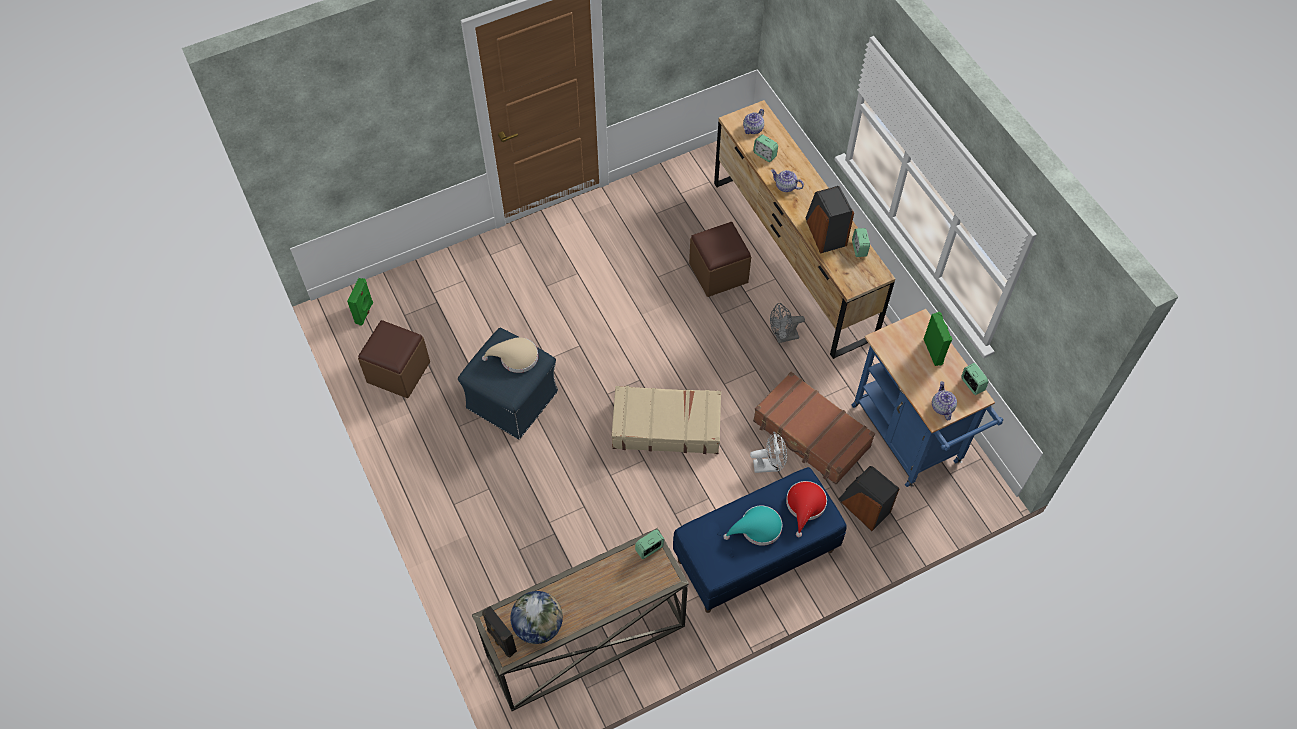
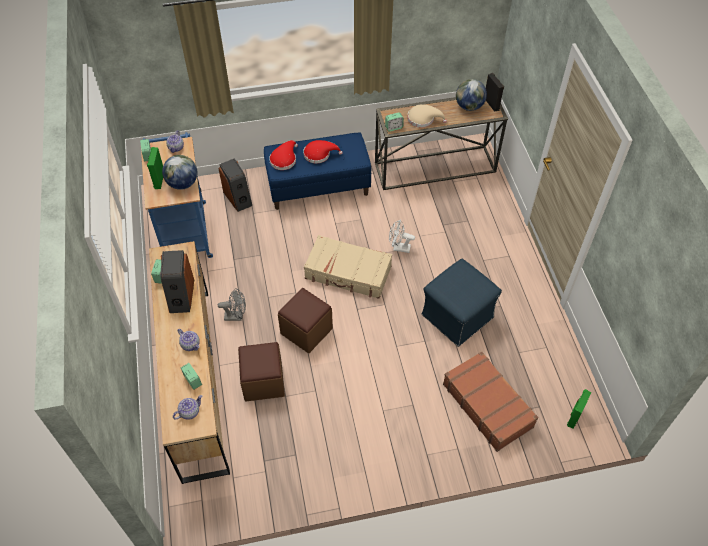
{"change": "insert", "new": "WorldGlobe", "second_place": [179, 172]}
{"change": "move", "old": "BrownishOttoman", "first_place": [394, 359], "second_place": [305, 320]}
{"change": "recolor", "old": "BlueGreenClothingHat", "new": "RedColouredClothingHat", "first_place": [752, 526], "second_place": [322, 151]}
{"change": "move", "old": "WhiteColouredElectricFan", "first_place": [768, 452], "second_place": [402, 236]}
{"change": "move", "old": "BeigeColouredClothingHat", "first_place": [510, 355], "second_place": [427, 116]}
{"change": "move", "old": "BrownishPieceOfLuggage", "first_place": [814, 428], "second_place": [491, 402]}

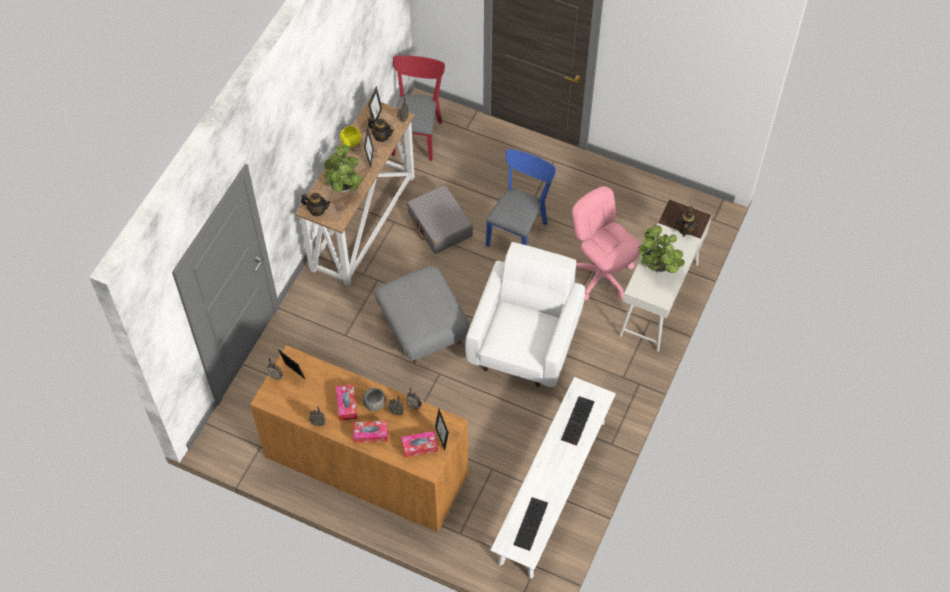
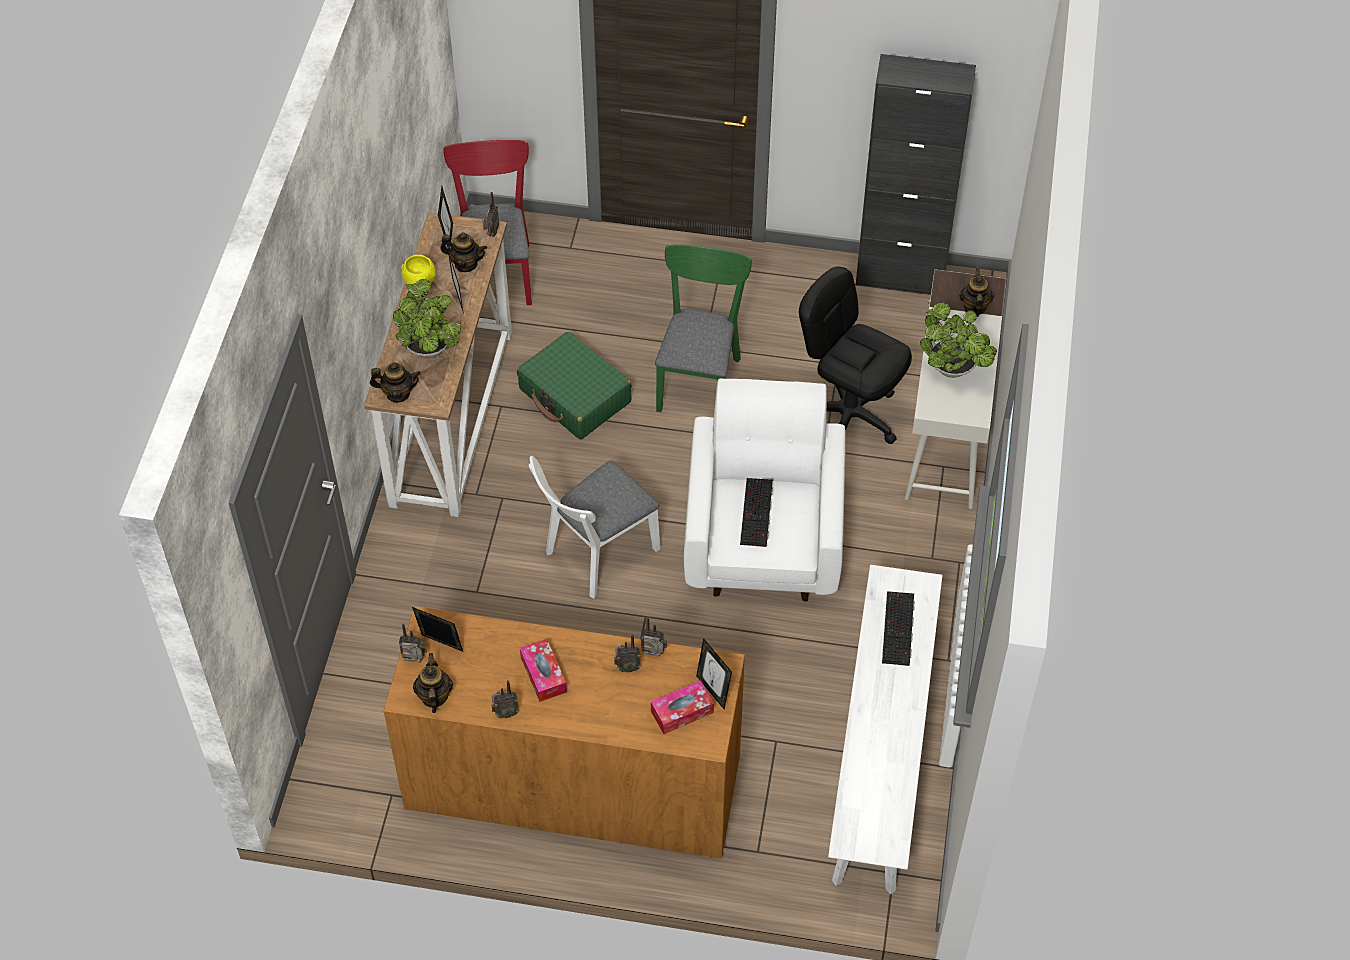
{"change": "insert", "new": "TeaPot", "second_place": [433, 683]}
{"change": "recolor", "old": "GreyishPieceOfLuggage", "new": "GreenishPieceOfLuggage", "first_place": [440, 219], "second_place": [574, 386]}
{"change": "replace", "old": "GreyishOttoman", "new": "WhiteColouredChair", "first_place": [422, 315], "second_place": [594, 527]}
{"change": "recolor", "old": "BlueColouredChair", "new": "GreenishChair", "first_place": [521, 198], "second_place": [703, 328]}
{"change": "move", "old": "PcKeyboard", "first_place": [530, 524], "second_place": [756, 512]}
{"change": "recolor", "old": "PinkColouredDeskChair", "new": "BlackColouredDeskChair", "first_place": [606, 243], "second_place": [855, 355]}
{"change": "insert", "new": "BlackColouredCupboard", "second_place": [916, 174]}
{"change": "delete", "old": "TissueBox", "first_place": [370, 432]}
{"change": "delete", "old": "GreyishBowl", "first_place": [374, 399]}

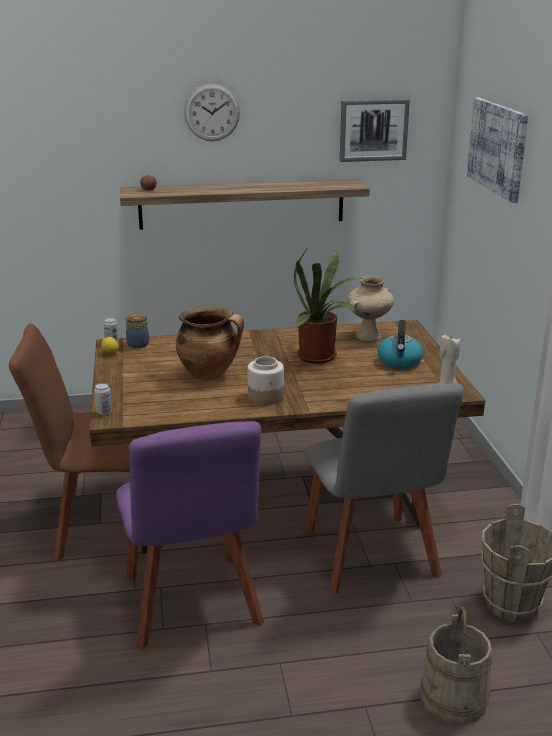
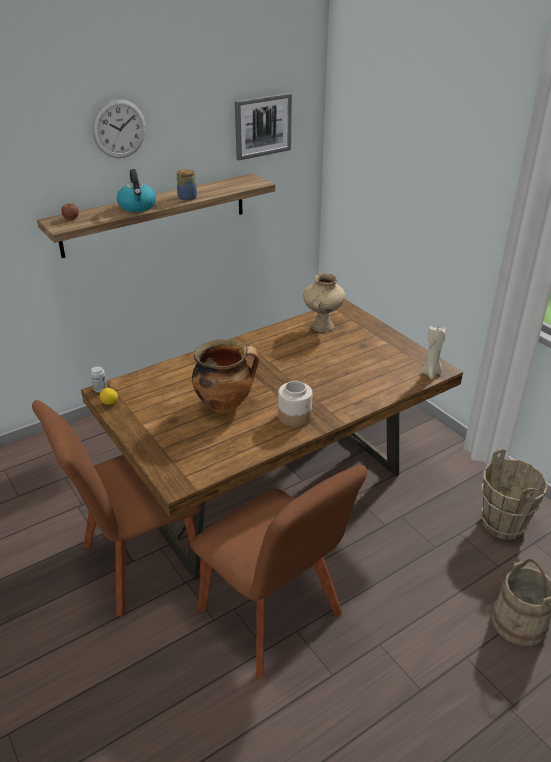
{"change": "move", "old": "WaterKettle", "first_place": [400, 344], "second_place": [136, 190]}
{"change": "move", "old": "StorageJar", "first_place": [137, 330], "second_place": [187, 184]}
{"change": "recolor", "old": "PurpleColouredChair", "new": "BrownishChair", "first_place": [190, 535], "second_place": [278, 572]}
{"change": "delete", "old": "MetalCan", "first_place": [103, 399]}
{"change": "delete", "old": "Houseplant", "first_place": [330, 305]}
{"change": "delete", "old": "GreyishChair", "first_place": [384, 489]}
{"change": "delete", "old": "WallPicture", "first_place": [497, 150]}

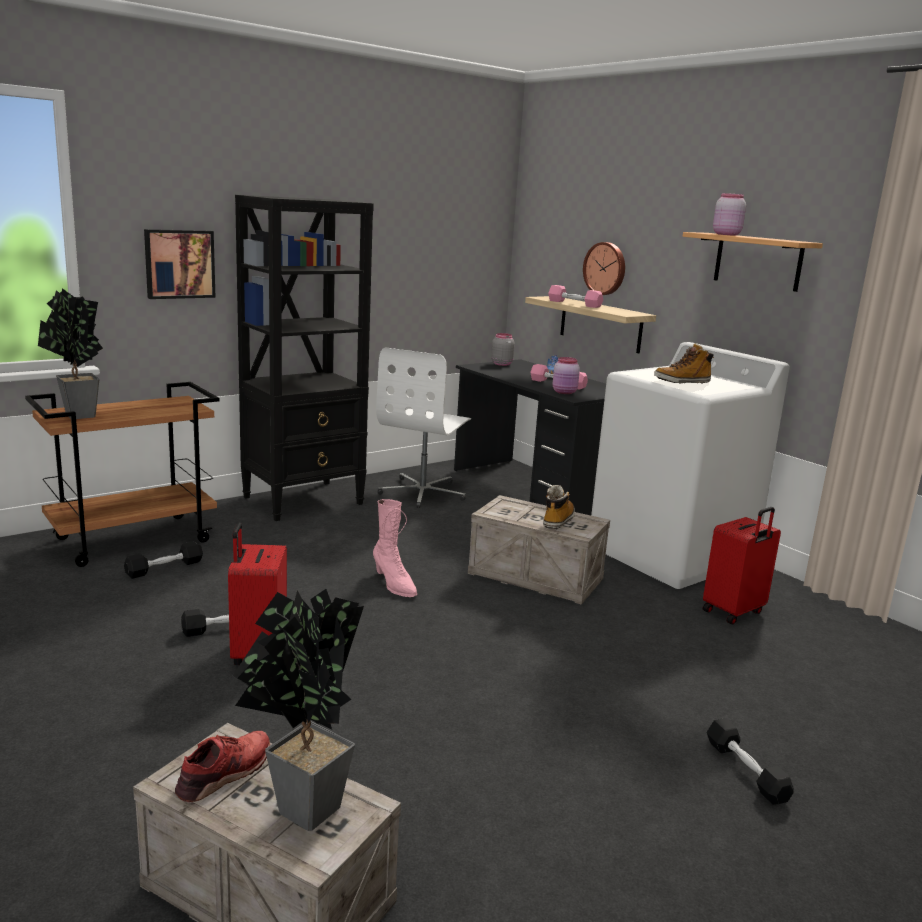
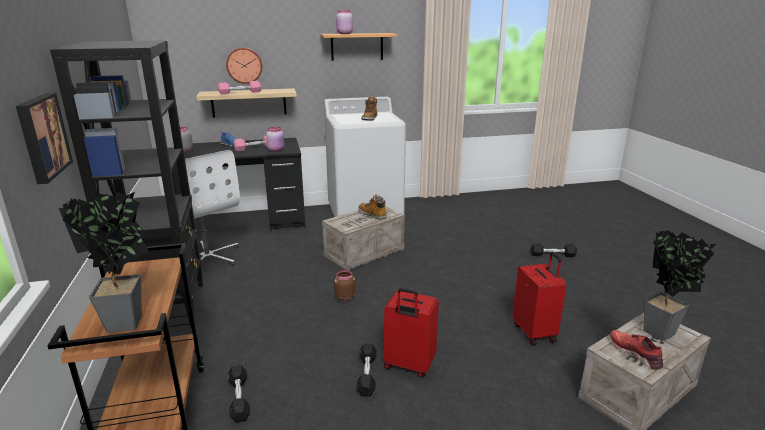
{"change": "replace", "old": "PinkColouredBoot", "new": "BrownishStorageJar", "first_place": [395, 548], "second_place": [344, 286]}
{"change": "move", "old": "RedColouredPieceOfLuggage", "first_place": [742, 565], "second_place": [539, 299]}

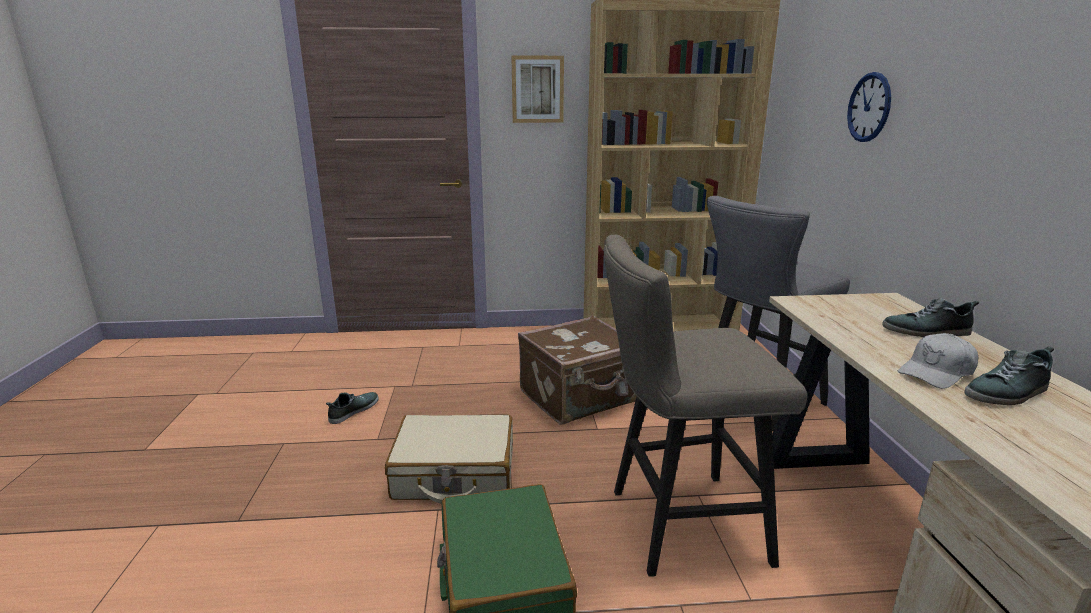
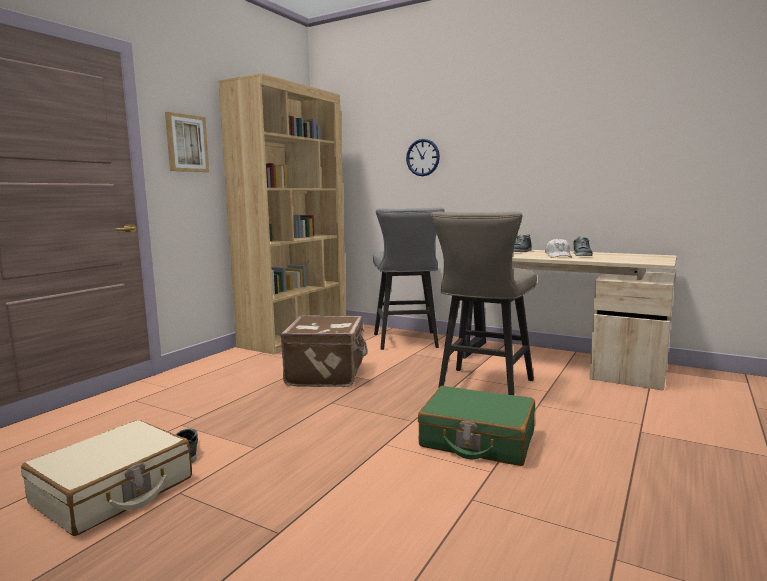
{"change": "move", "old": "BeigeColouredPieceOfLuggage", "first_place": [449, 459], "second_place": [106, 478]}

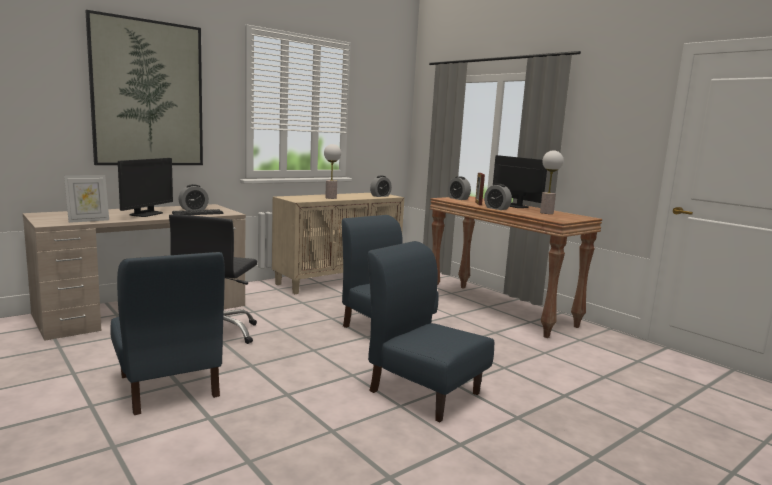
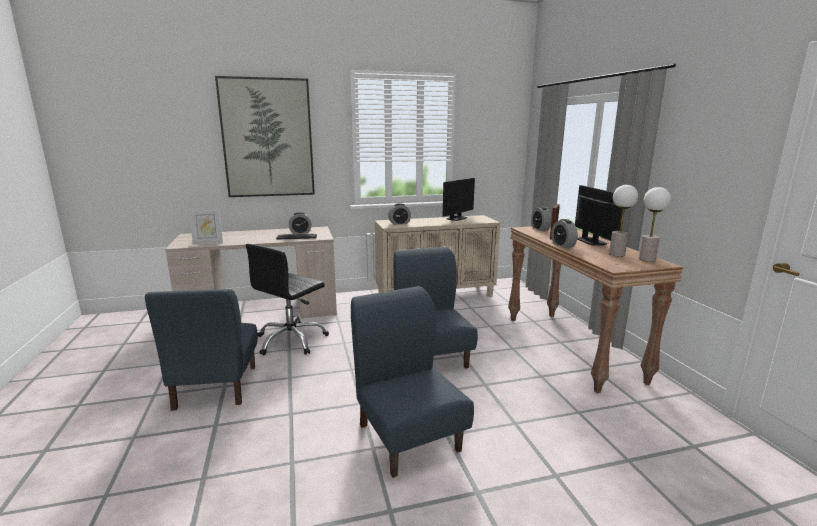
{"change": "move", "old": "TableClock", "first_place": [381, 186], "second_place": [399, 214]}
{"change": "move", "old": "Monitor", "first_place": [145, 187], "second_place": [459, 199]}
{"change": "move", "old": "TabletopLamp", "first_place": [332, 171], "second_place": [655, 224]}

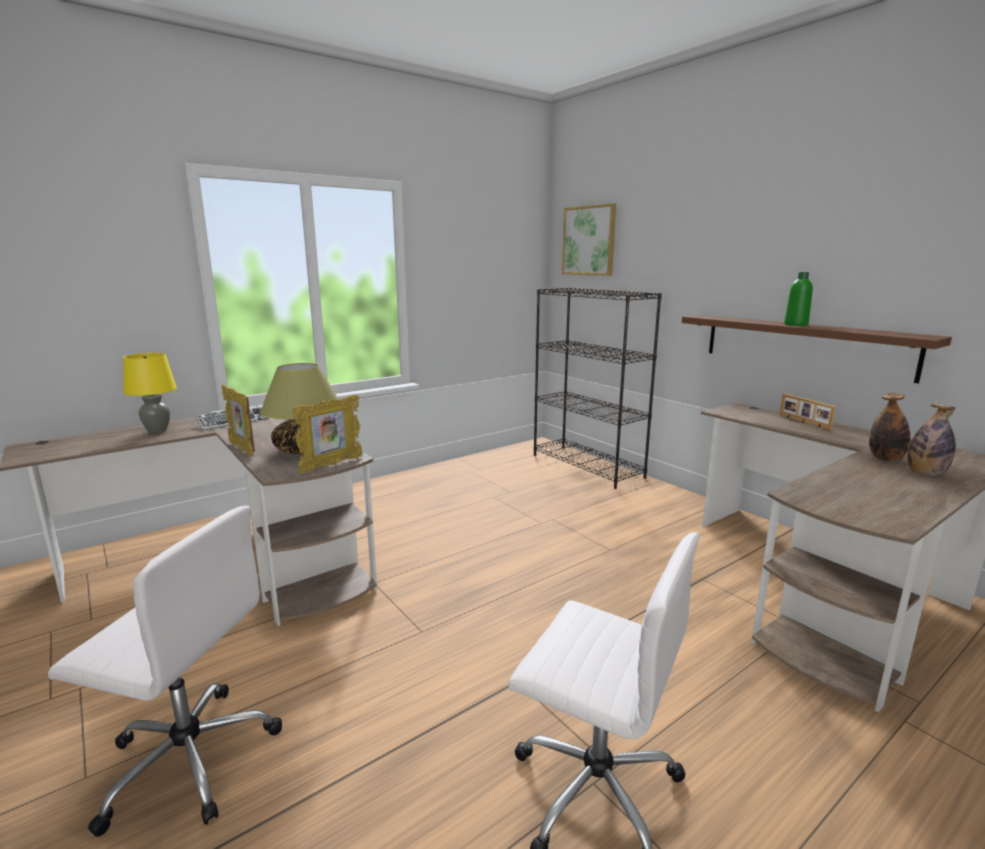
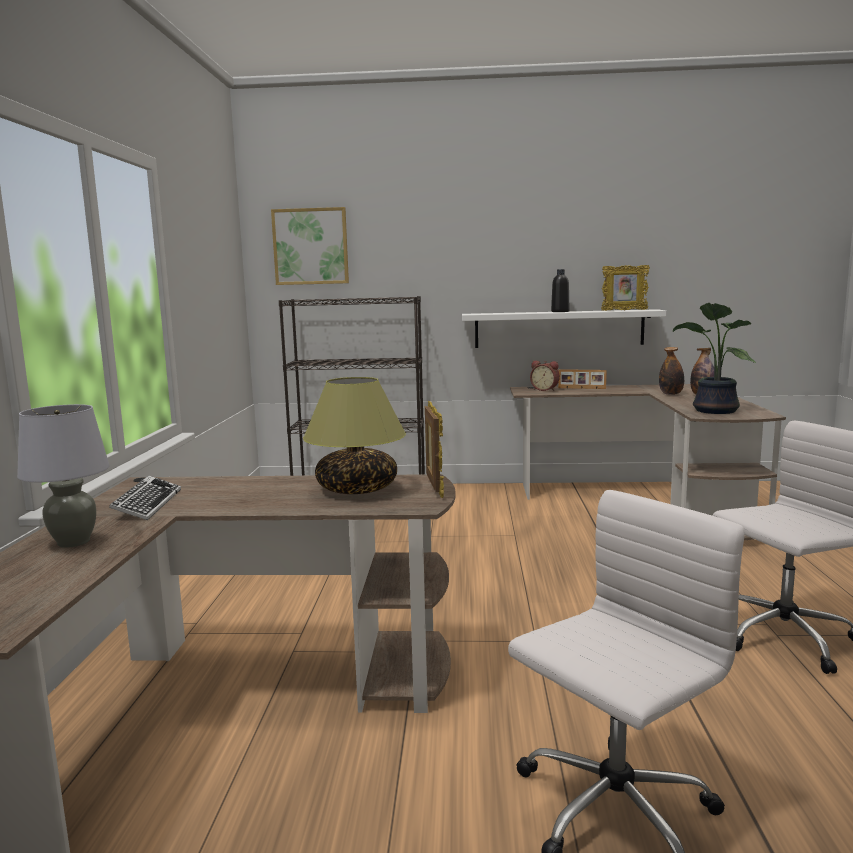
{"change": "recolor", "old": "YellowColouredTabletopLamp", "new": "GreyishTabletopLamp", "first_place": [150, 393], "second_place": [63, 476]}
{"change": "recolor", "old": "BrownishWallShelf", "new": "WhiteColouredWallShelf", "first_place": [817, 349], "second_place": [564, 328]}
{"change": "insert", "new": "TableClock", "second_place": [545, 376]}
{"change": "recolor", "old": "GreenishBottle", "new": "BlackColouredBottle", "first_place": [798, 299], "second_place": [560, 290]}
{"change": "move", "old": "StandingFrame", "first_place": [238, 420], "second_place": [625, 288]}
{"change": "insert", "new": "Houseplant", "second_place": [714, 358]}

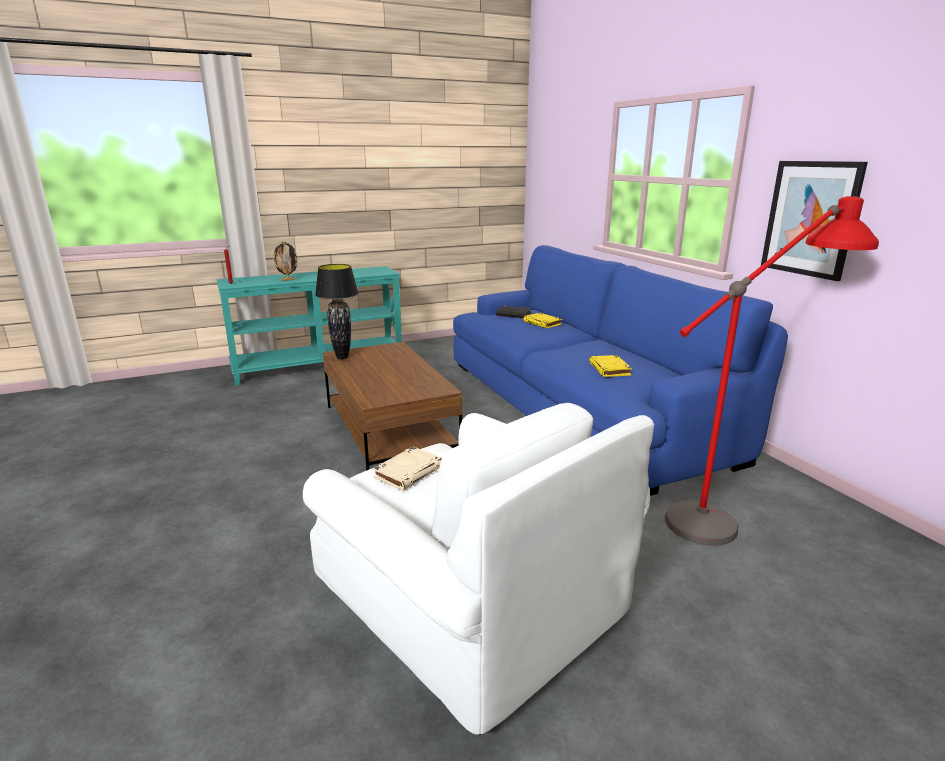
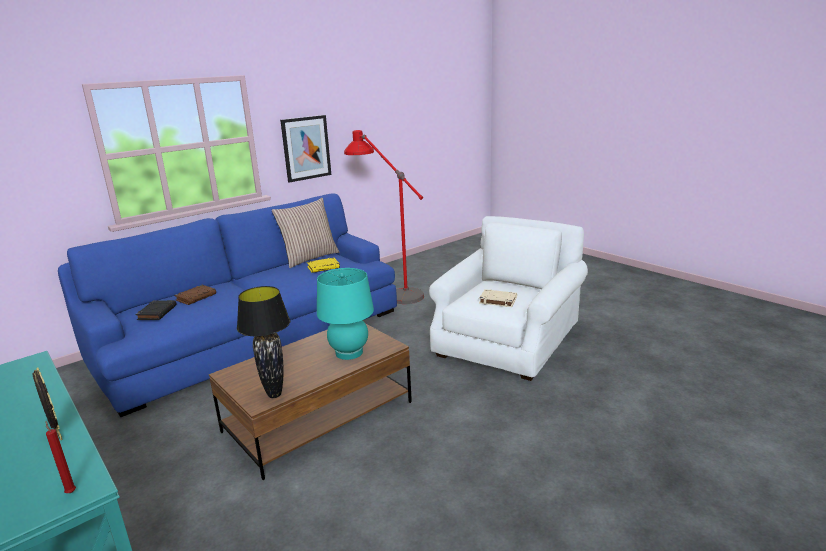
{"change": "recolor", "old": "YellowColouredBoundBook", "new": "BrownishBoundBook", "first_place": [542, 320], "second_place": [195, 295]}
{"change": "insert", "new": "Pillow", "second_place": [305, 233]}
{"change": "insert", "new": "BlueGreenTabletopLamp", "second_place": [345, 314]}

